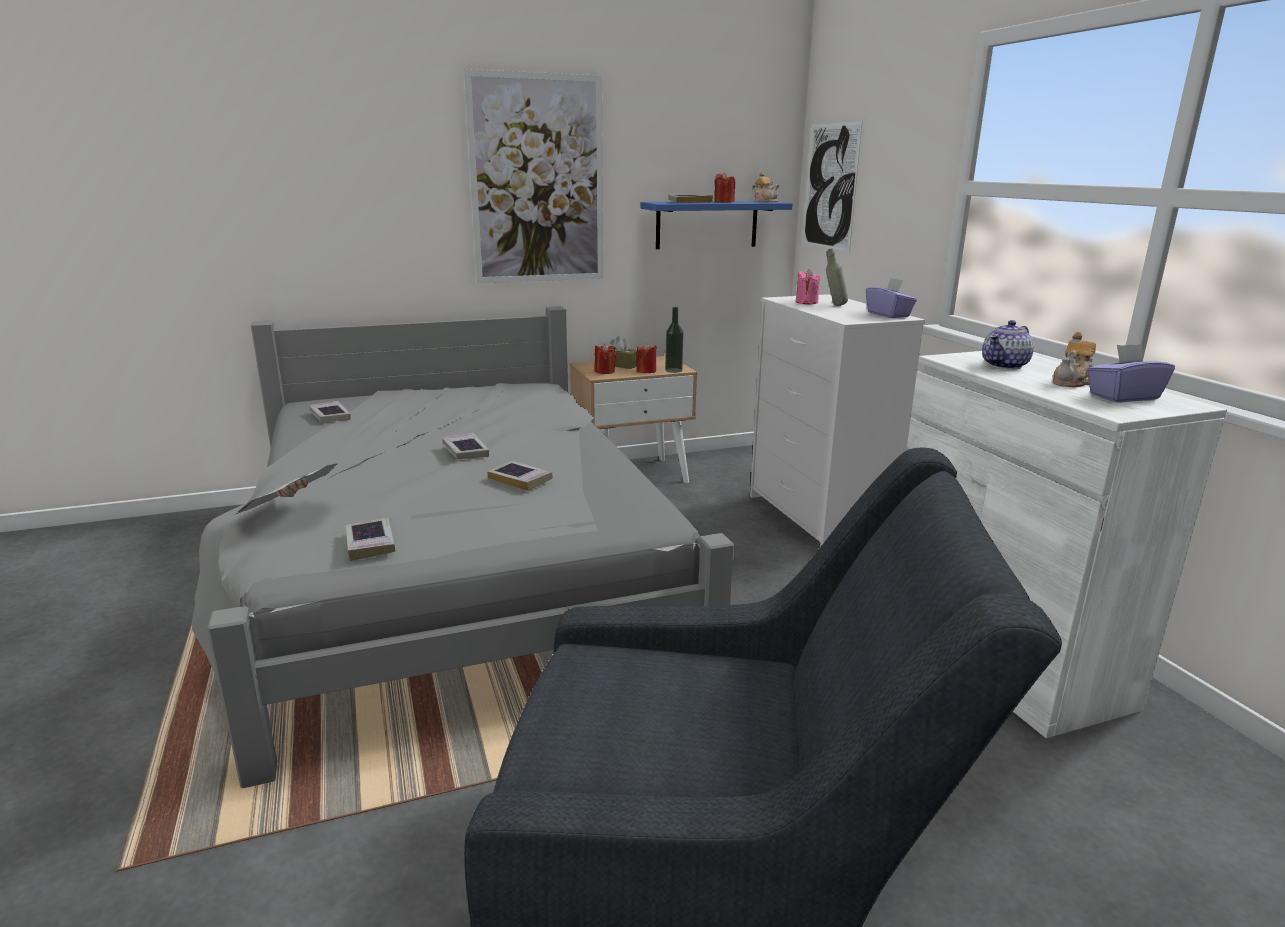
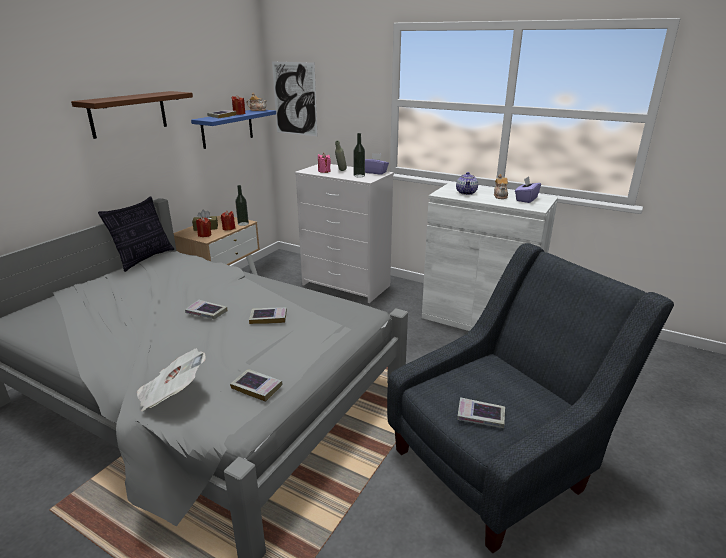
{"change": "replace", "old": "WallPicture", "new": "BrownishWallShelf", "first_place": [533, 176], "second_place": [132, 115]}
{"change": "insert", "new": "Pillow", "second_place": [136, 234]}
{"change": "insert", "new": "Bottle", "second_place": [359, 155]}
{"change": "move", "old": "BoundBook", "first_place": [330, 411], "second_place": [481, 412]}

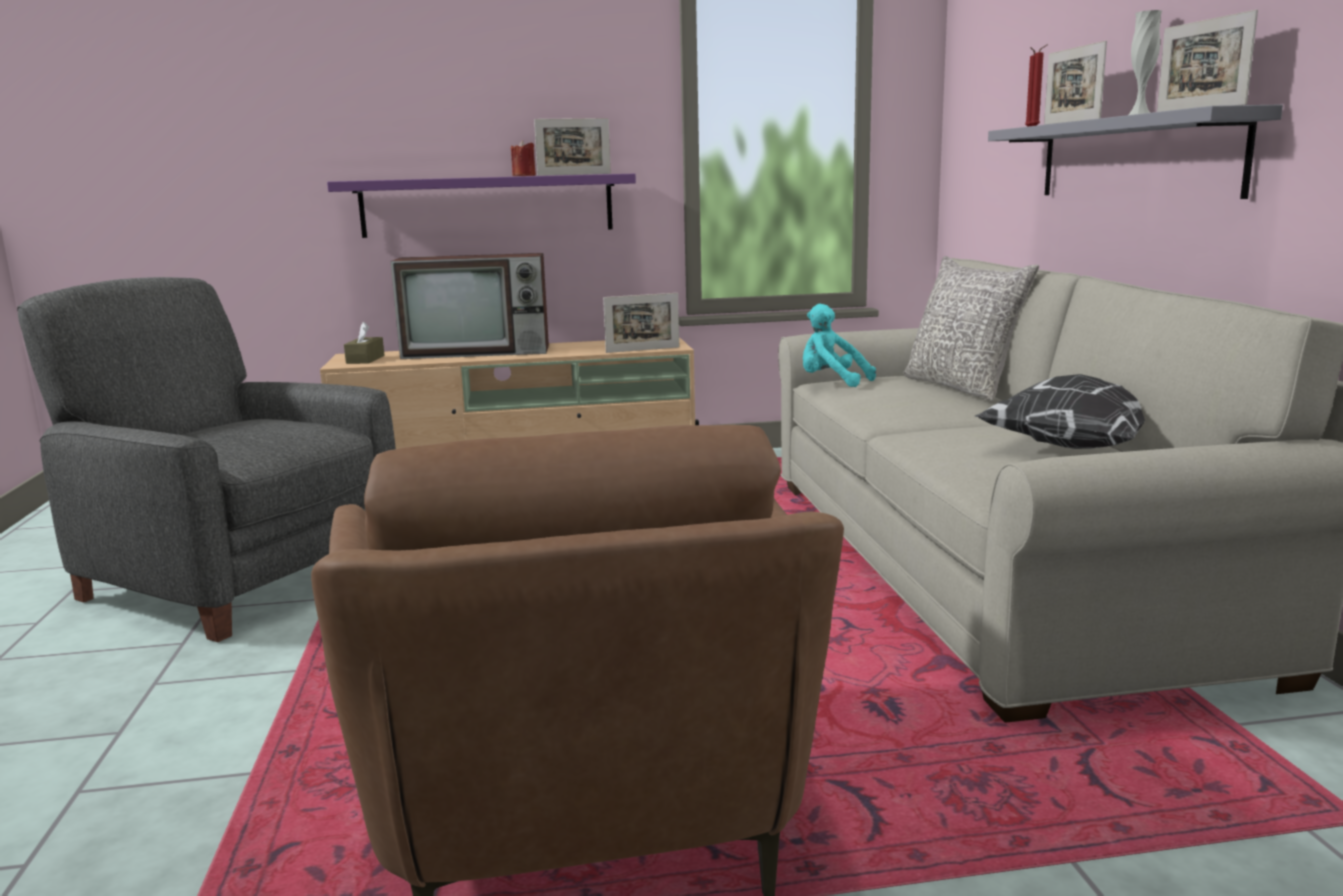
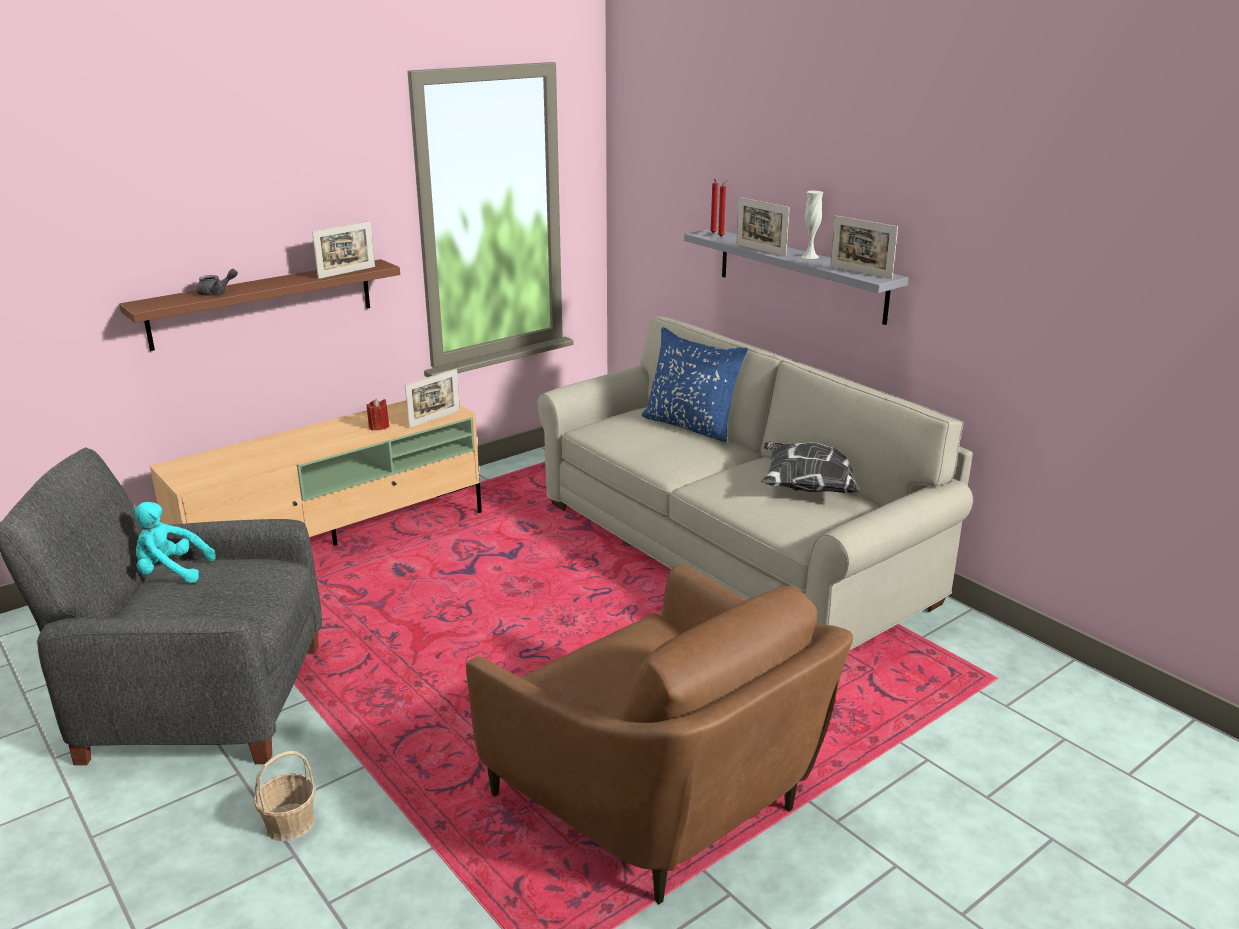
{"change": "recolor", "old": "PurpleColouredWallShelf", "new": "BrownishWallShelf", "first_place": [481, 206], "second_place": [259, 305]}
{"change": "move", "old": "BlueGreenPlushToy", "first_place": [839, 345], "second_place": [174, 542]}
{"change": "insert", "new": "GreyishTeaPot", "second_place": [217, 282]}
{"change": "insert", "new": "StorageBasket", "second_place": [285, 796]}
{"change": "move", "old": "RedColouredCandle", "first_place": [523, 158], "second_place": [378, 414]}
{"change": "recolor", "old": "GreyishPillow", "new": "BlueColouredPillow", "first_place": [971, 328], "second_place": [695, 384]}
{"change": "delete", "old": "BrownishTissueBox", "first_place": [364, 343]}
{"change": "delete", "old": "Television", "first_place": [470, 306]}

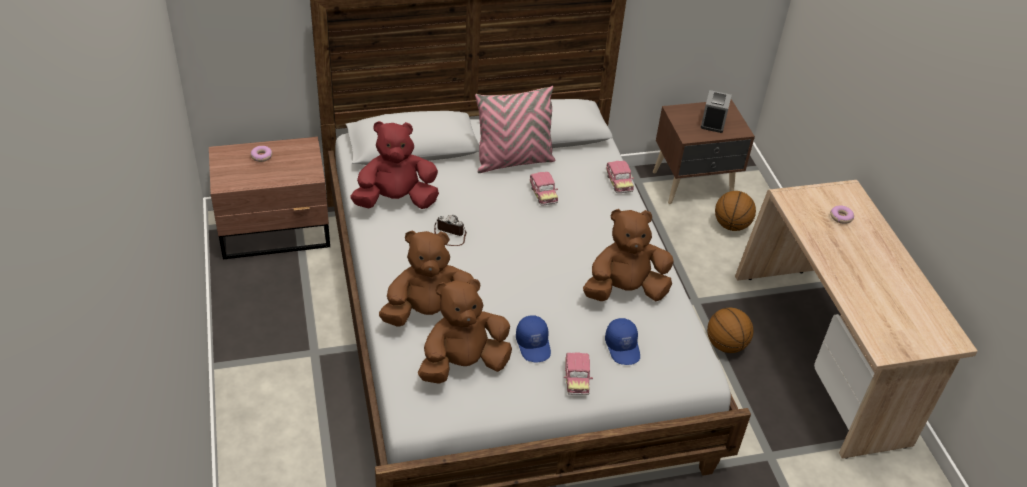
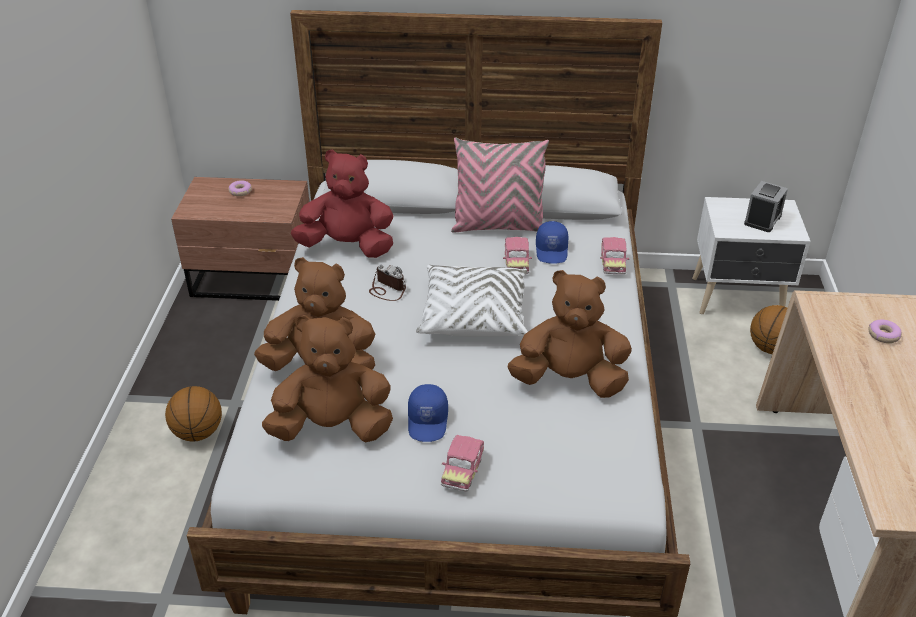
{"change": "move", "old": "BasketballBall", "first_place": [730, 330], "second_place": [193, 414]}
{"change": "insert", "new": "WhiteColouredPillow", "second_place": [472, 301]}
{"change": "move", "old": "BlueColouredBaseballCap", "first_place": [622, 341], "second_place": [552, 242]}
{"change": "recolor", "old": "BrownishNightTable", "new": "WhiteColouredNightTable", "first_place": [704, 152], "second_place": [751, 255]}

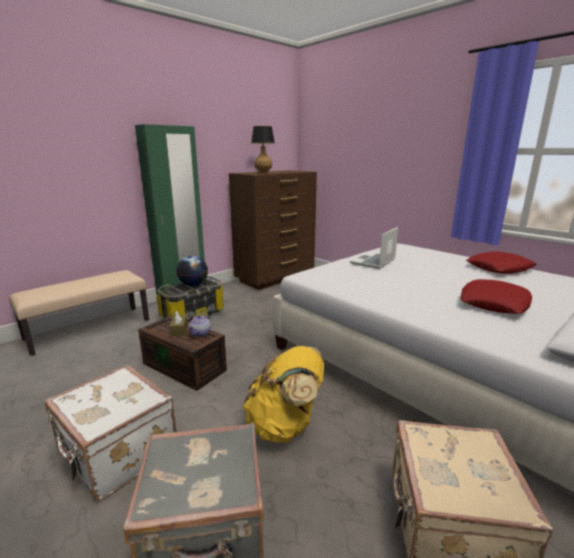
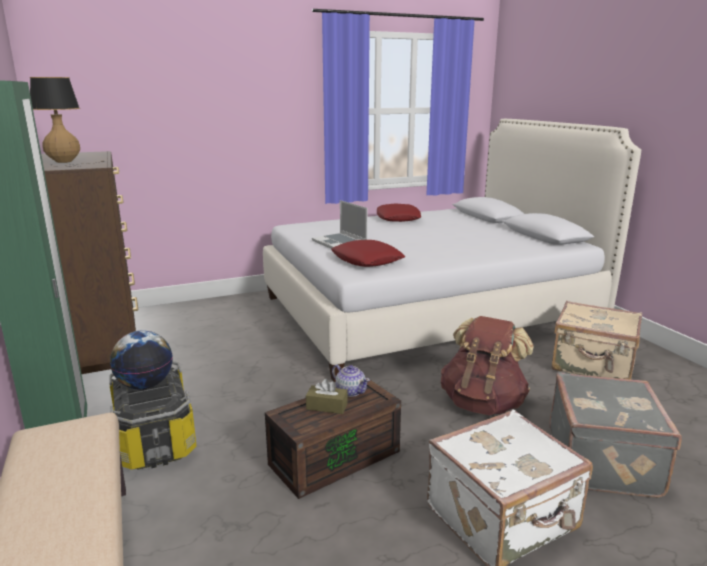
{"change": "move", "old": "RedColouredPillow", "first_place": [496, 296], "second_place": [368, 253]}
{"change": "recolor", "old": "YellowColouredBackpack", "new": "BrownishBackpack", "first_place": [283, 394], "second_place": [487, 365]}

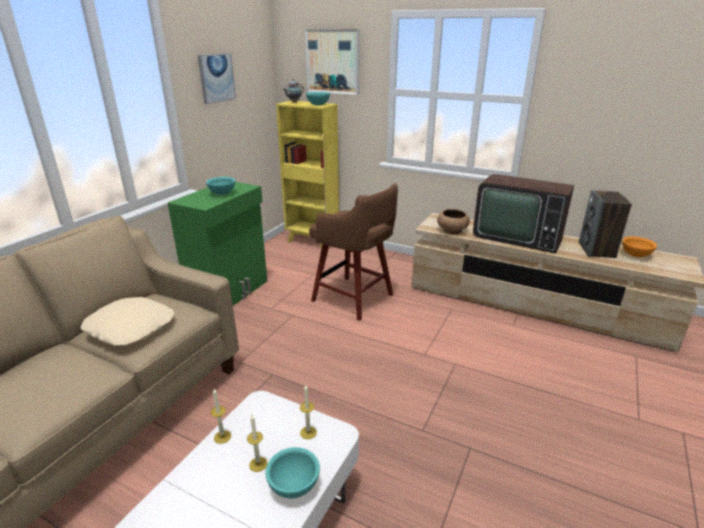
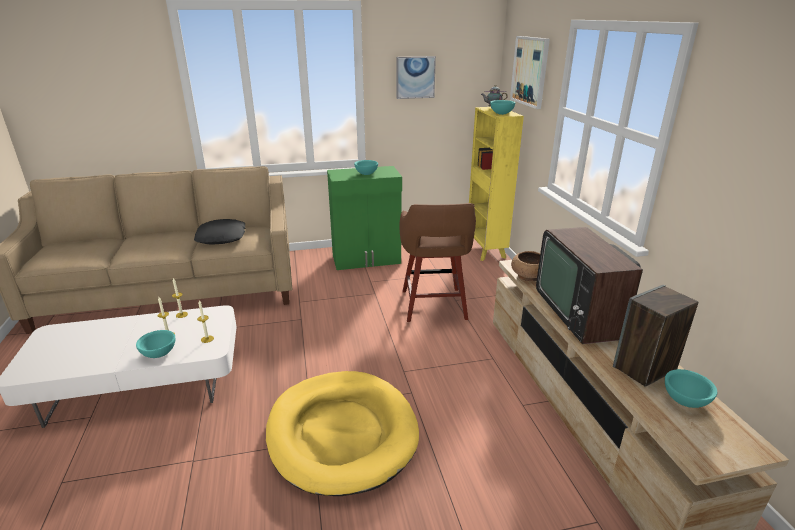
{"change": "recolor", "old": "BeigeColouredPillow", "new": "BlackColouredPillow", "first_place": [127, 321], "second_place": [219, 232]}
{"change": "insert", "new": "YellowColouredDogBed", "second_place": [342, 433]}
{"change": "recolor", "old": "OrangeColouredBowl", "new": "BlueGreenBowl", "first_place": [639, 246], "second_place": [691, 388]}

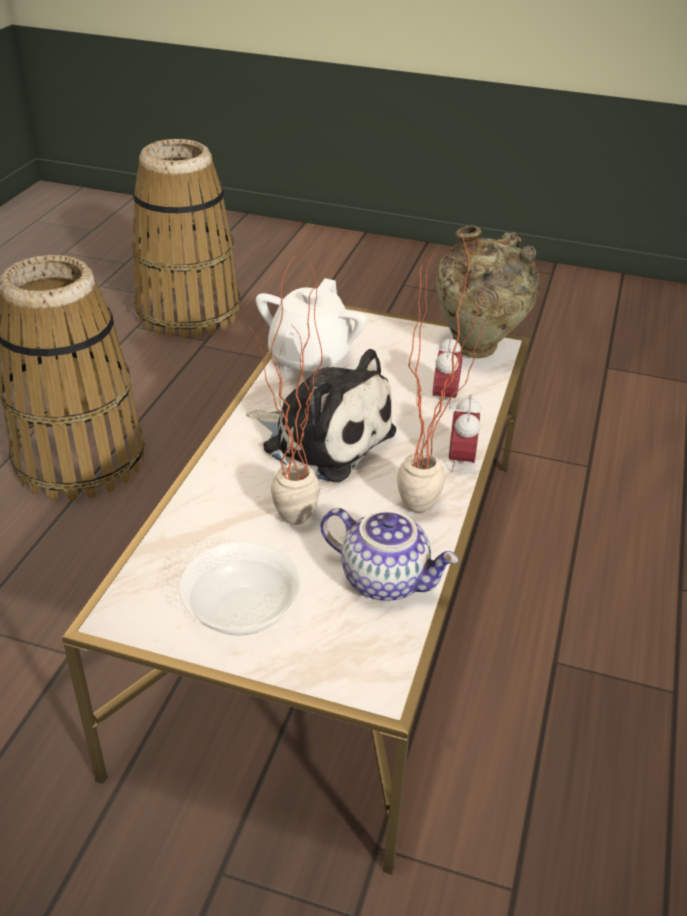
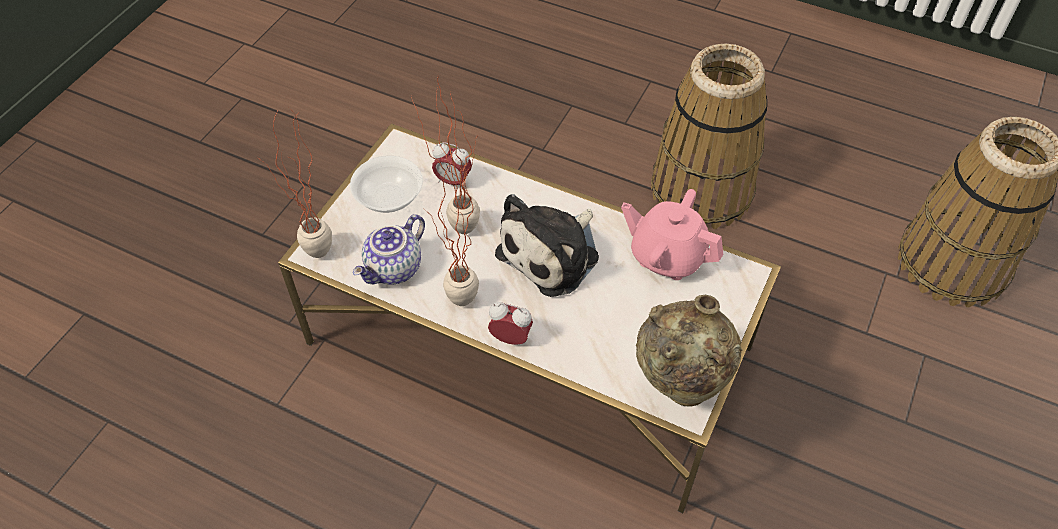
{"change": "insert", "new": "Houseplant", "second_place": [296, 183]}
{"change": "move", "old": "TableClock", "first_place": [448, 372], "second_place": [452, 164]}
{"change": "recolor", "old": "WhiteColouredTeaPot", "new": "PinkColouredTeaPot", "first_place": [311, 325], "second_place": [672, 234]}

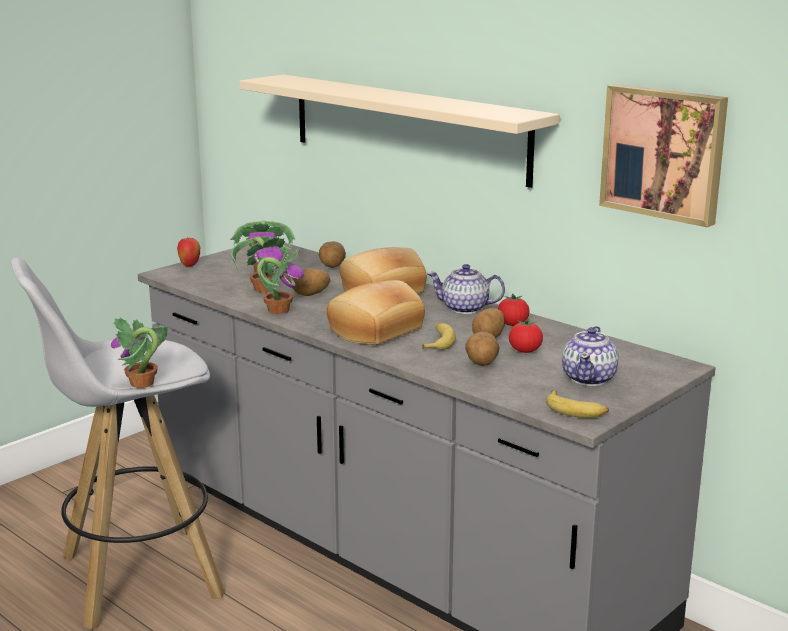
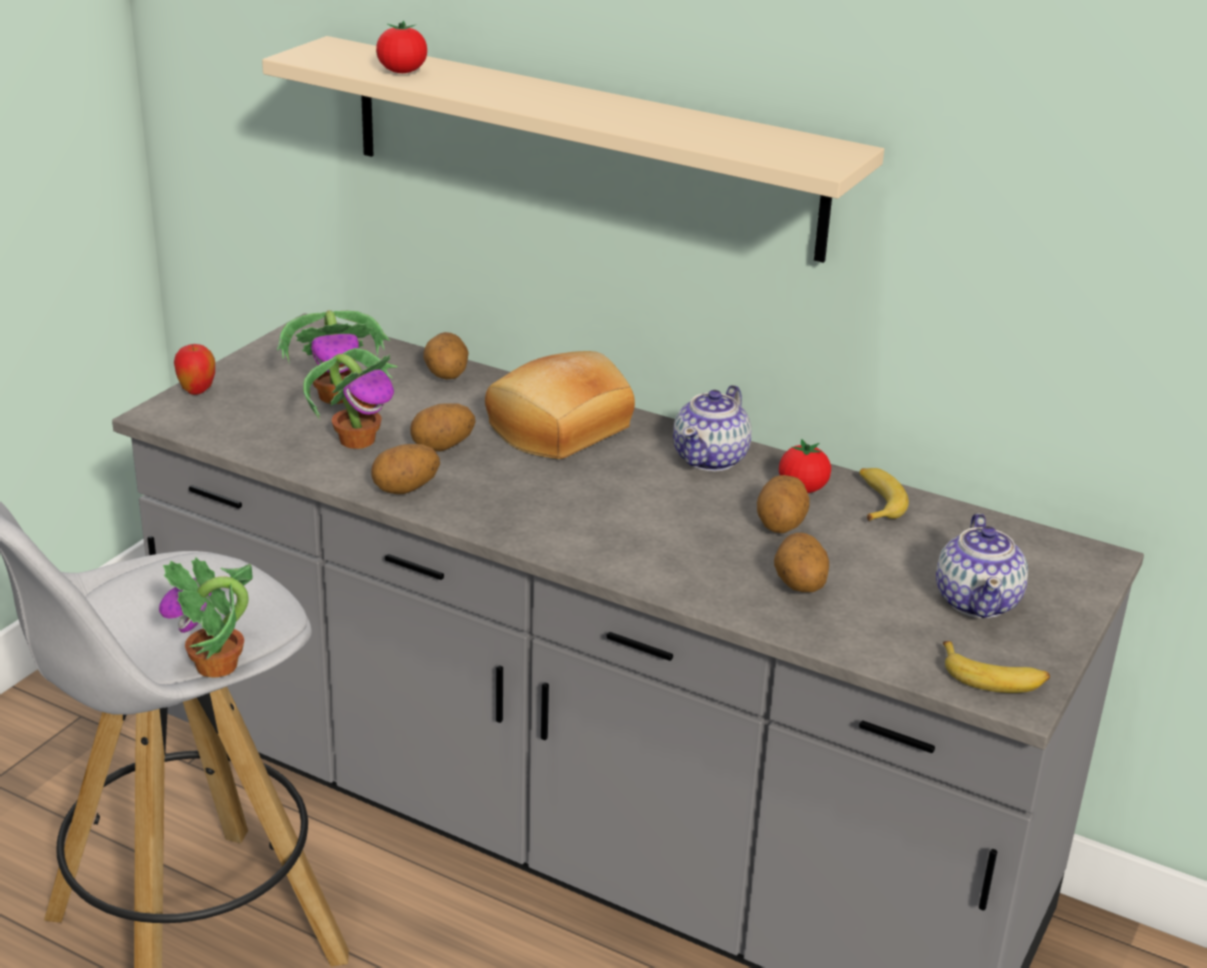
{"change": "replace", "old": "Houseplant", "new": "Spud", "first_place": [280, 282], "second_place": [405, 469]}
{"change": "move", "old": "FreshTomato", "first_place": [526, 335], "second_place": [401, 47]}
{"change": "rotate", "old": "TeaPot", "first_place": [466, 289], "second_place": [712, 428], "degrees": -60}
{"change": "move", "old": "Banana", "first_place": [439, 336], "second_place": [884, 494]}
{"change": "delete", "old": "Bread", "first_place": [375, 312]}
{"change": "delete", "old": "WallPicture", "first_place": [663, 155]}

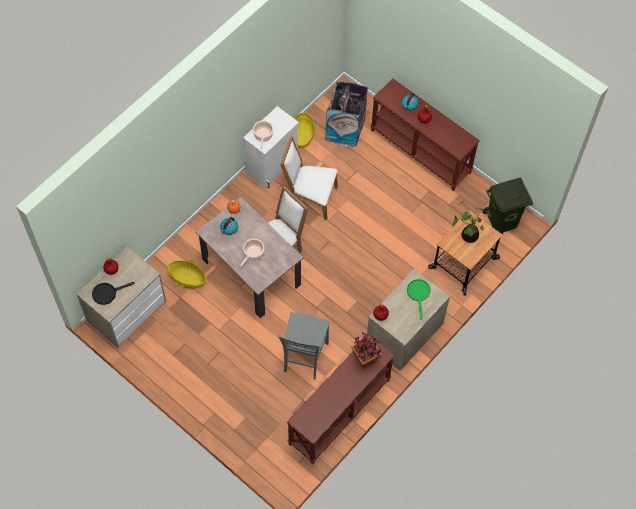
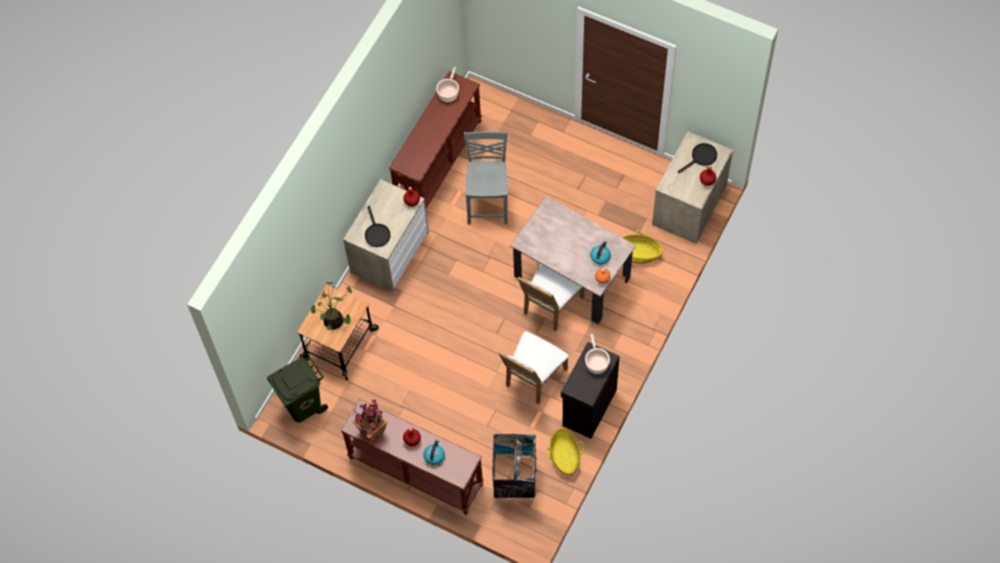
{"change": "move", "old": "Houseplant", "first_place": [366, 350], "second_place": [370, 421]}
{"change": "recolor", "old": "GreenishSkillet", "new": "BlackColouredSkillet", "first_place": [418, 299], "second_place": [378, 226]}
{"change": "move", "old": "Stockpot", "first_place": [252, 252], "second_place": [447, 84]}
{"change": "rotate", "old": "WhiteColouredChair", "first_place": [309, 178], "second_place": [533, 367], "degrees": 120}
{"change": "recolor", "old": "WhiteColouredCupboard", "new": "BlackColouredCupboard", "first_place": [271, 147], "second_place": [590, 390]}

